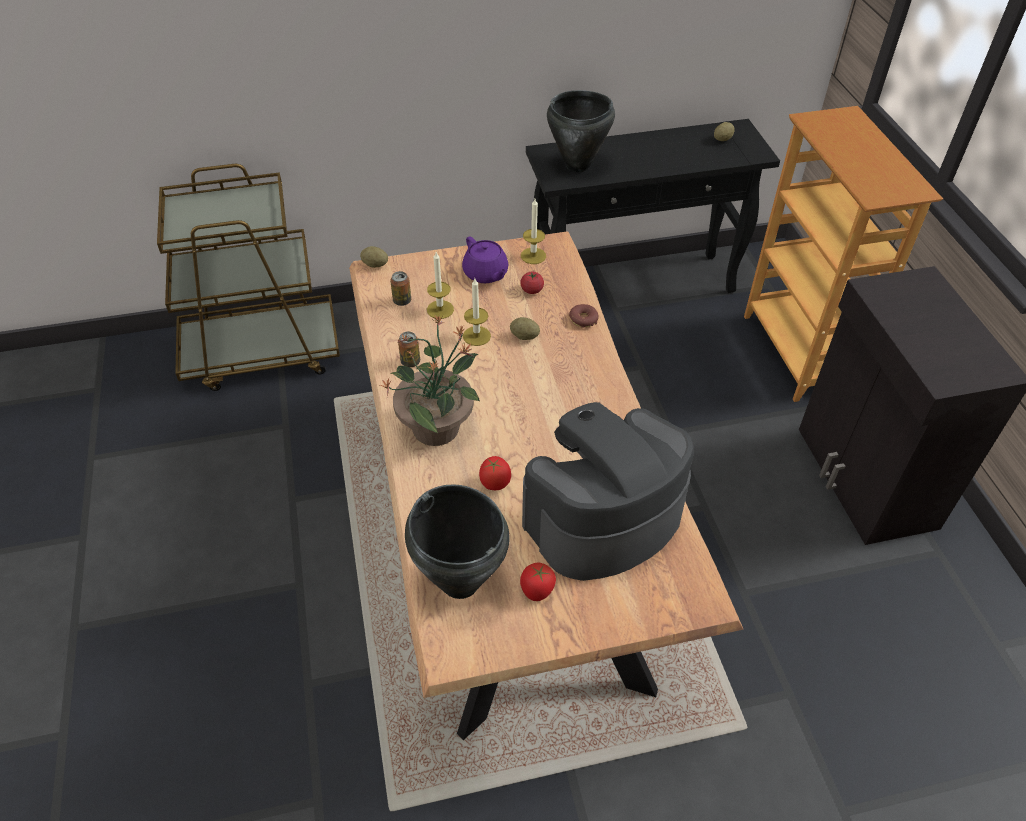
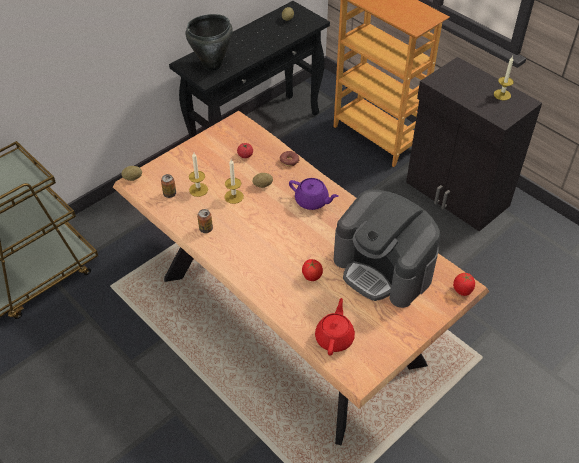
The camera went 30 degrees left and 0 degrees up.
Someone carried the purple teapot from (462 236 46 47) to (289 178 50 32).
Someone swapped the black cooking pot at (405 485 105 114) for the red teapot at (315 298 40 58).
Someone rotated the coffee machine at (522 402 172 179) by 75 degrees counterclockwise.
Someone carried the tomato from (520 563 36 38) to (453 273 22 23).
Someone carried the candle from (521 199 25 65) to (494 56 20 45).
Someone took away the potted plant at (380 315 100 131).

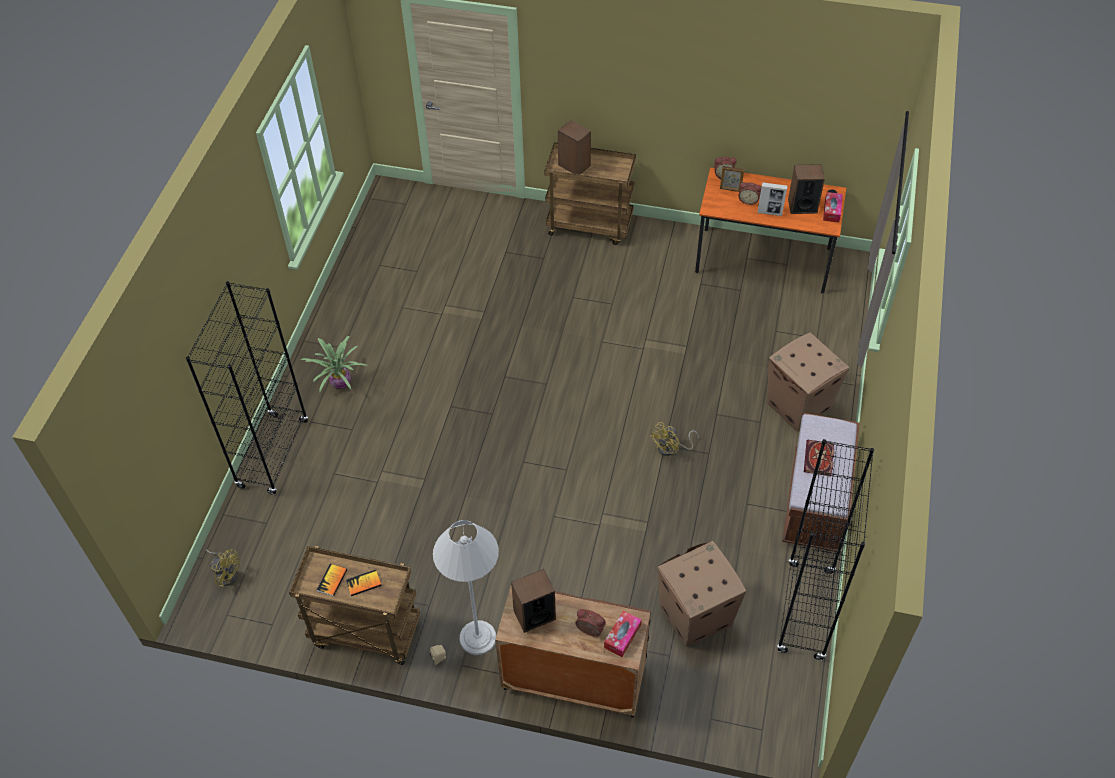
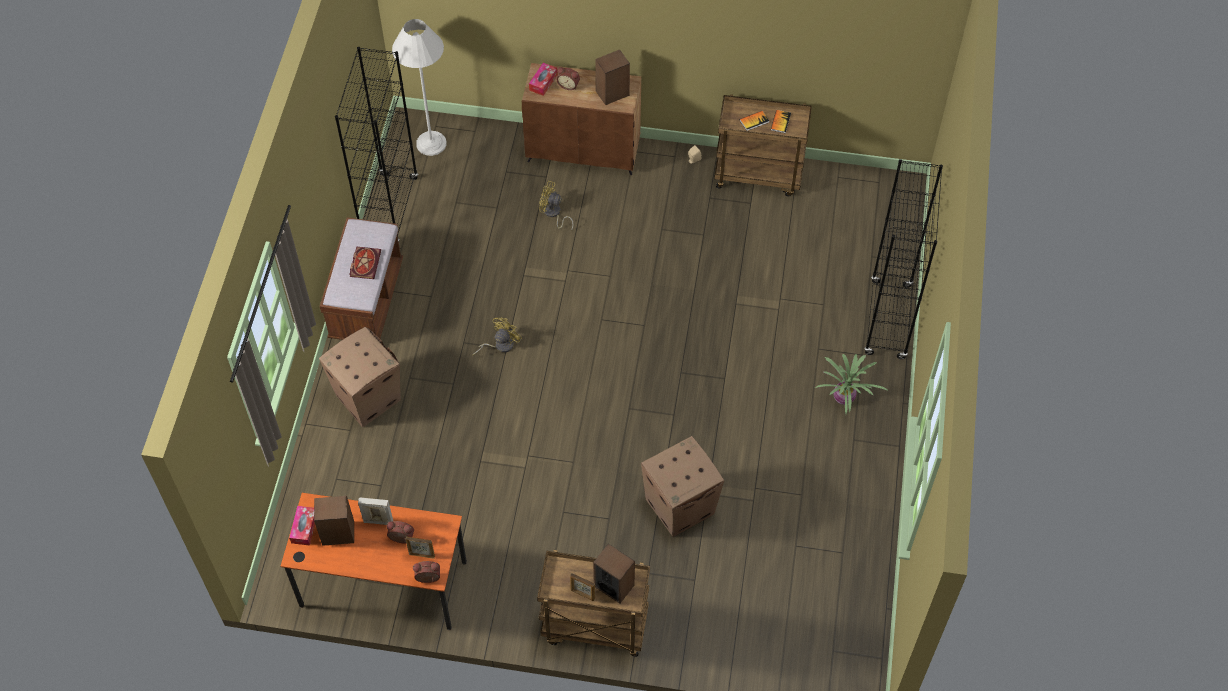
The camera went 175 degrees right and 5 degrees up.
Someone carried the white floor lamp from (433 520 66 135) to (392 19 55 137).
Someone carried the yellow fan from (206 549 34 38) to (539 181 35 50).
Someone put down the picture frame at (570 573 25 28).
Someone carried the cardboard box from (657 541 89 106) to (641 436 83 101).

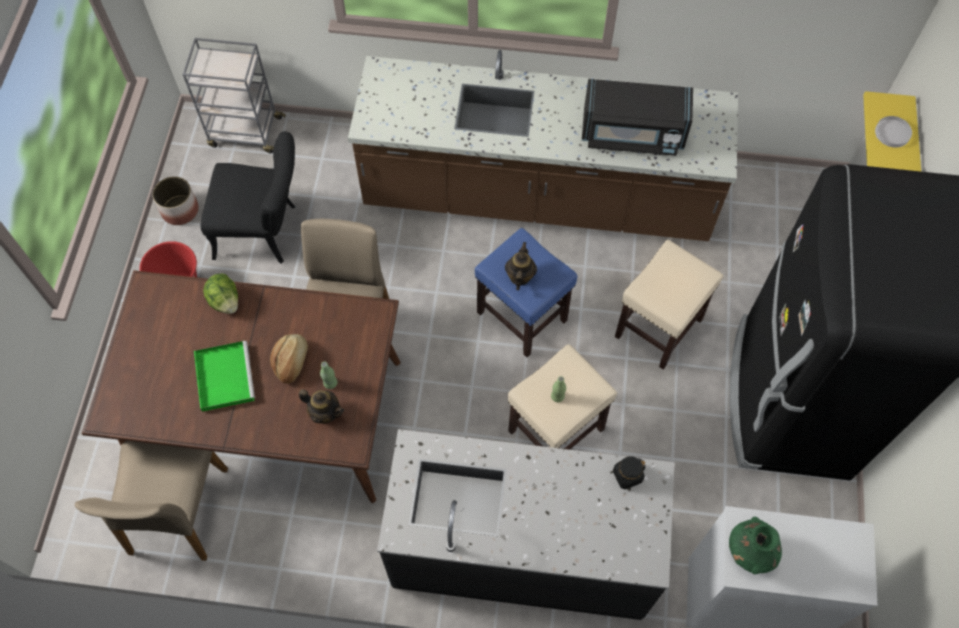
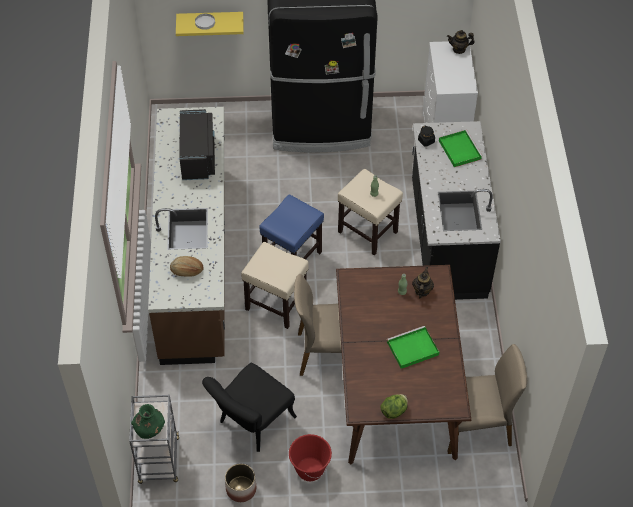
The camera went 100 degrees left and 10 degrees down.
Someone carried the green vase from (729 517 53 57) to (131 404 34 35).
Someone carried the bread from (270 334 38 50) to (170 256 34 21).
Someone rotated the black chair at (201 131 94 133) by 135 degrees counterclockwise.
Someone carried the beige stool from (615 240 108 130) to (241 242 68 87).
Someone carried the lettuce from (203 273 35 41) to (381 394 27 25).
Someone put down the green tray at (439 130 44 37).
Someone carried the teapot from (505 242 32 48) to (447 30 28 24).

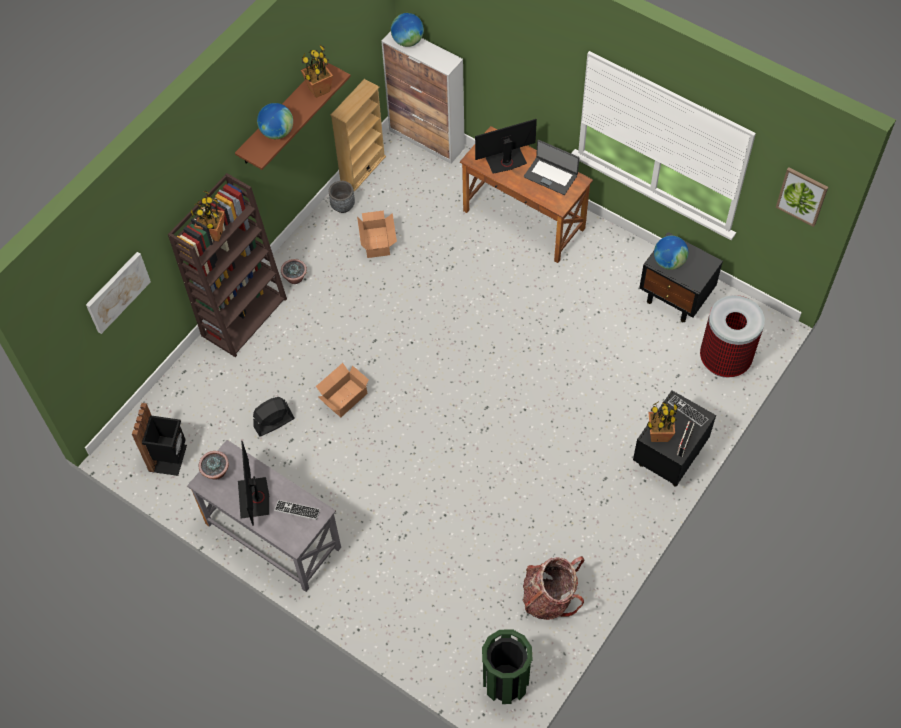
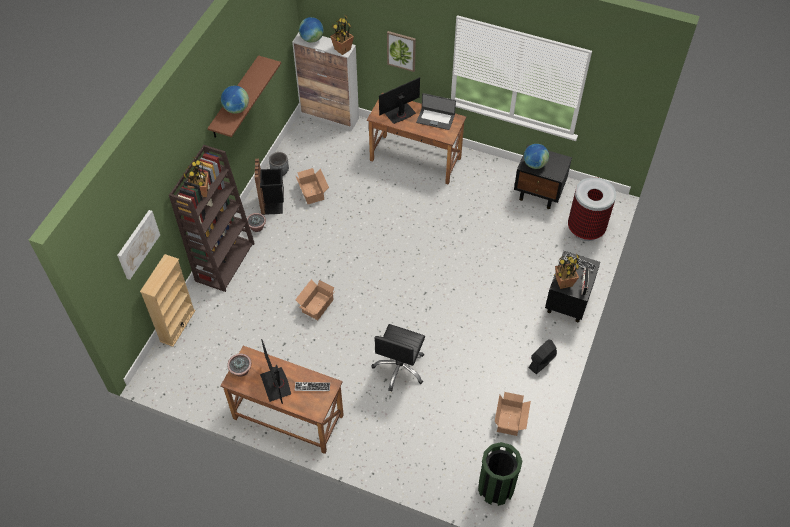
The camera went 15 degrees left and 5 degrees down.
Someone carried the beige bookcase from (330 79 56 113) to (140 254 56 93).
Someone repainted the grey desk at (187 440 154 152), which became the brown desk at (220 346 124 108).
Someone carried the black trash can from (132 403 55 73) to (255 159 29 56).
Someone carried the potted plant from (301 45 32 53) to (330 15 24 40).
Someone put down the black office chair at (372 324 53 68).
Someone carried the picture from (776 167 52 60) to (387 31 29 41).
Someone swapped the backpack at (523 556 61 64) for the cardboard box at (495 392 36 44).
Someone carried the black fan from (253 397 41 40) to (528 339 29 35).

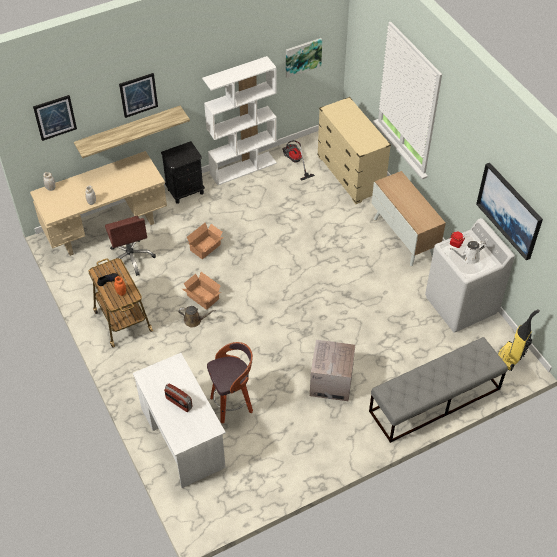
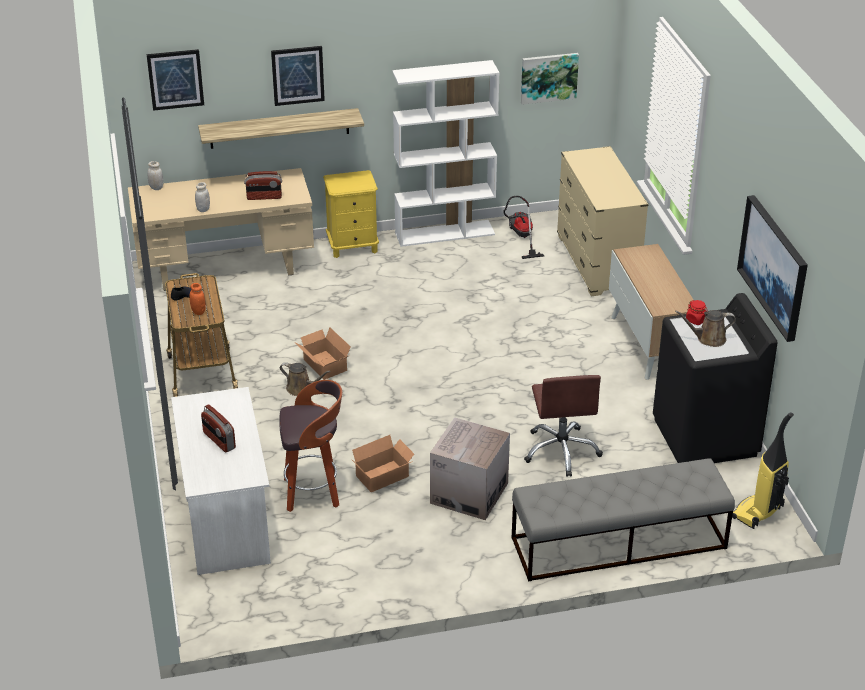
The camera went 15 degrees right and 15 degrees down.
Someone put down the radio at (244 171 38 29).
Someone repainted the black nightstand at (161 141 44 63), which became the yellow nightstand at (323 170 56 88).
Someone carried the cardboard box from (187 223 37 36) to (351 435 63 57).
Someone carried the brown office chair from (105 216 51 60) to (524 375 79 102).
Someone repainted the white washing machine at (425 218 90 115), which became the black washing machine at (653 293 125 170).
Someone repainted the white watering can at (450 241 36 23), which became the brown watering can at (675 310 61 37).

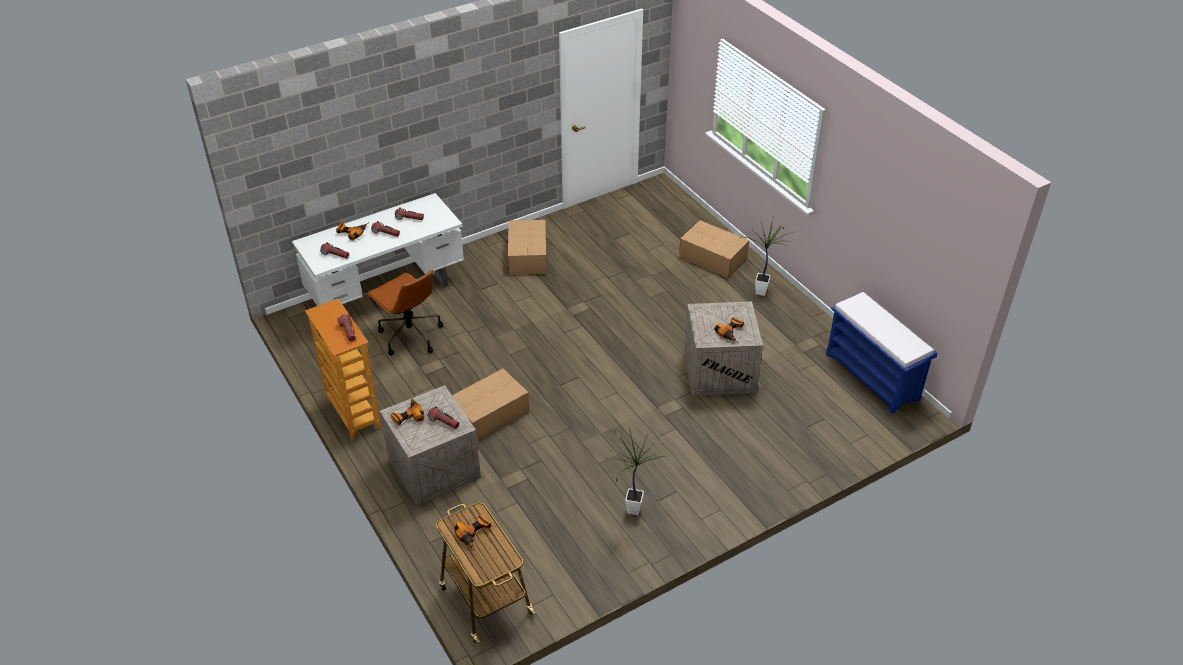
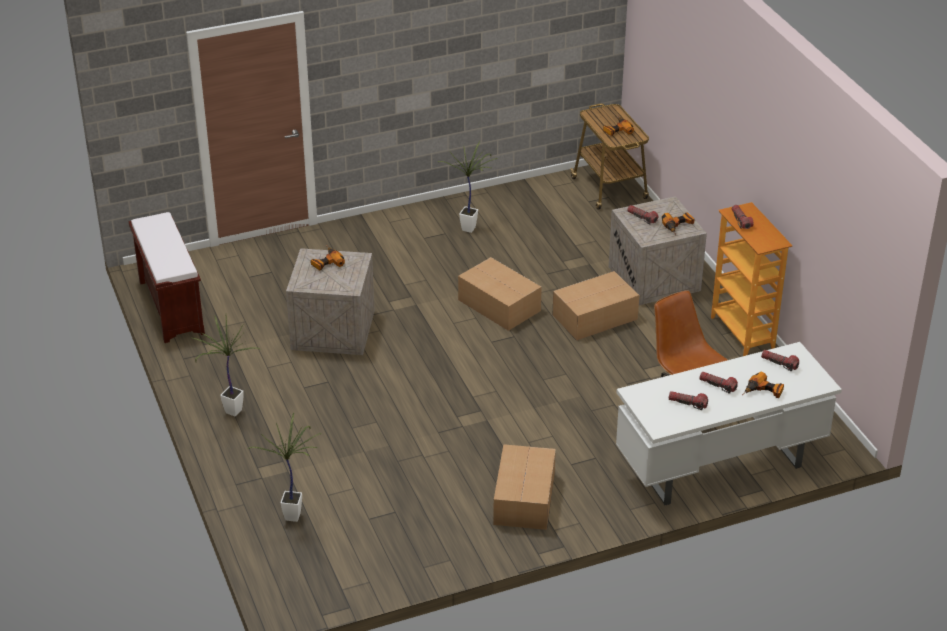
The camera went 170 degrees left and 5 degrees down.
Someone repainted the blue bench at (826 291 111 123), which became the brown bench at (129 212 76 131).
Someone put down the potted plant at (247 412 75 110).
Someone carried the cardboard box from (679 220 70 58) to (458 257 84 74).

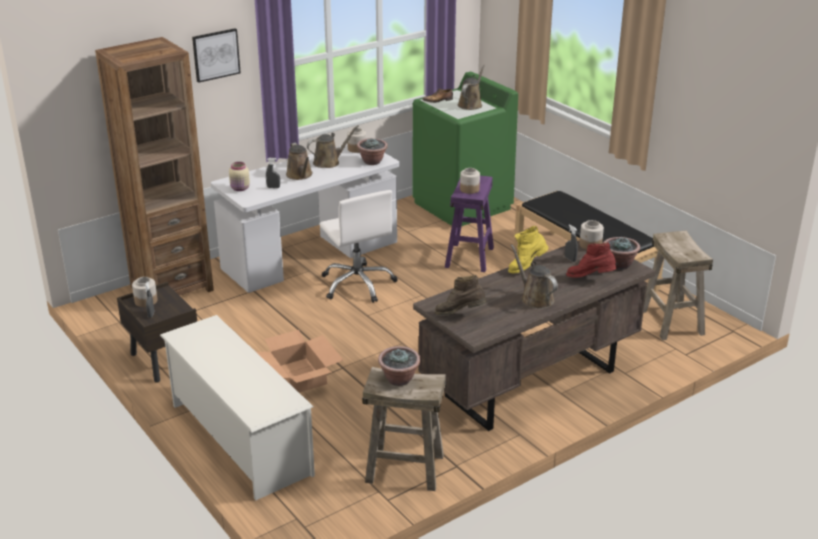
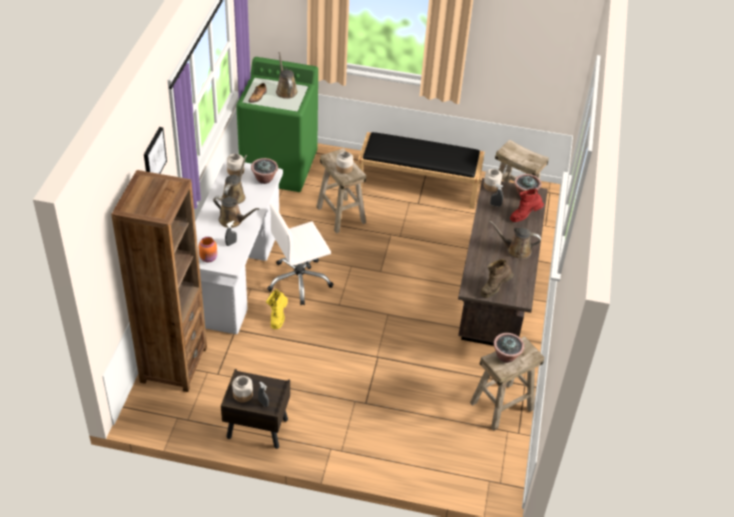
The camera went 45 degrees left and 15 degrees up.
Someone repainted the beige jar at (229 162 21 29), which became the orange jar at (198 237 19 25).
Someone carried the yellow boot from (508 226 41 48) to (266 289 22 40).
Someone rotated the white office chair at (320 190 78 113) by 135 degrees clockwise.
Someone repainted the purple stool at (445 176 49 96), which became the beige stool at (316 148 50 86).
Someone took away the white shoe rack at (160 315 155 185).
Someone took away the cardboard box at (256 330 87 63).

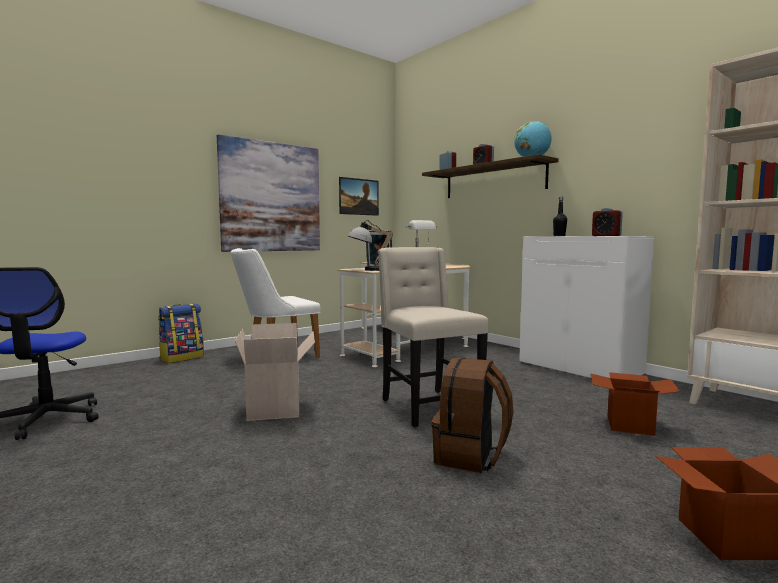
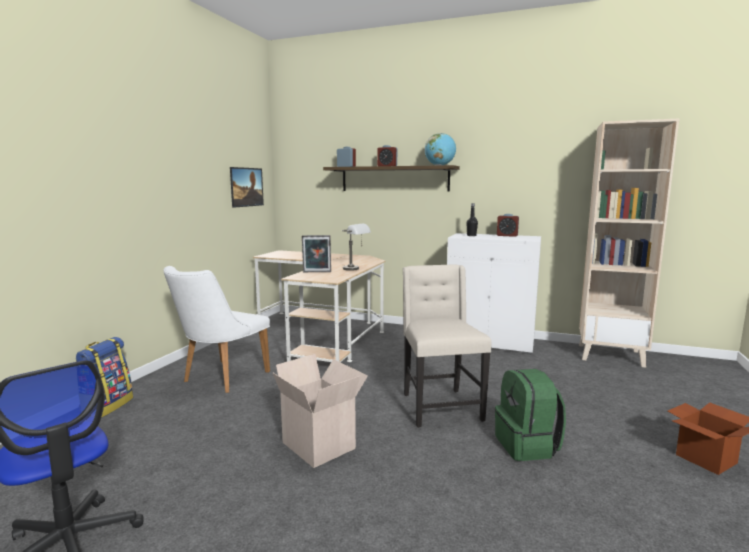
The camera went 30 degrees left and 5 degrees up.
Someone rotated the beige chair at (378 247 111 181) by 45 degrees clockwise.
Someone repainted the brown backpack at (432 357 81 116), which became the green backpack at (495 369 71 92).
Someone took away the picture at (217 134 103 118).
Someone took away the table lamp at (348 220 45 51).
Someone took away the cardboard box at (591 372 89 64).

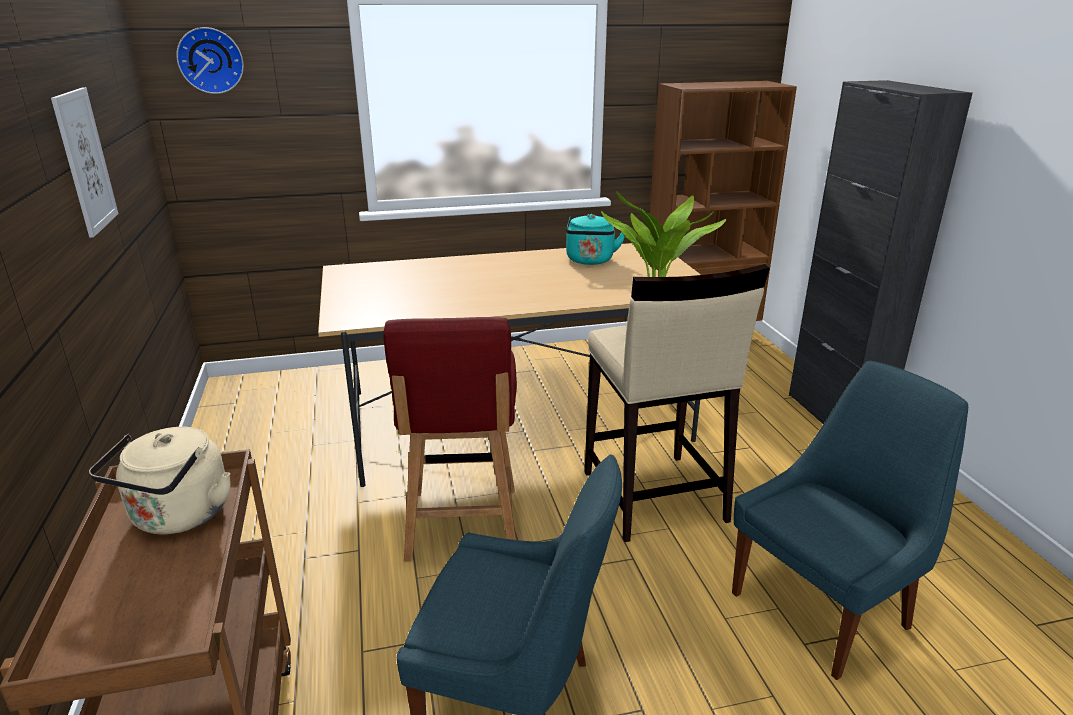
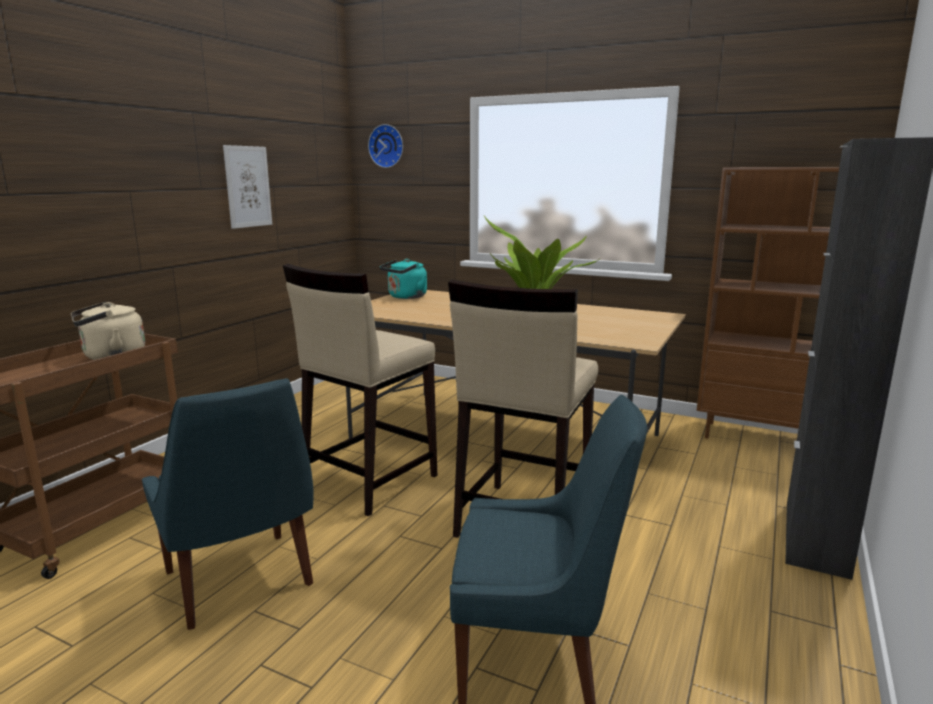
The camera went 40 degrees right and 10 degrees down.
Someone swapped the red chair at (383 317 134 245) for the beige stool at (283 264 154 252).
Someone carried the turquoise kettle from (566 214 59 51) to (380 259 47 40).

